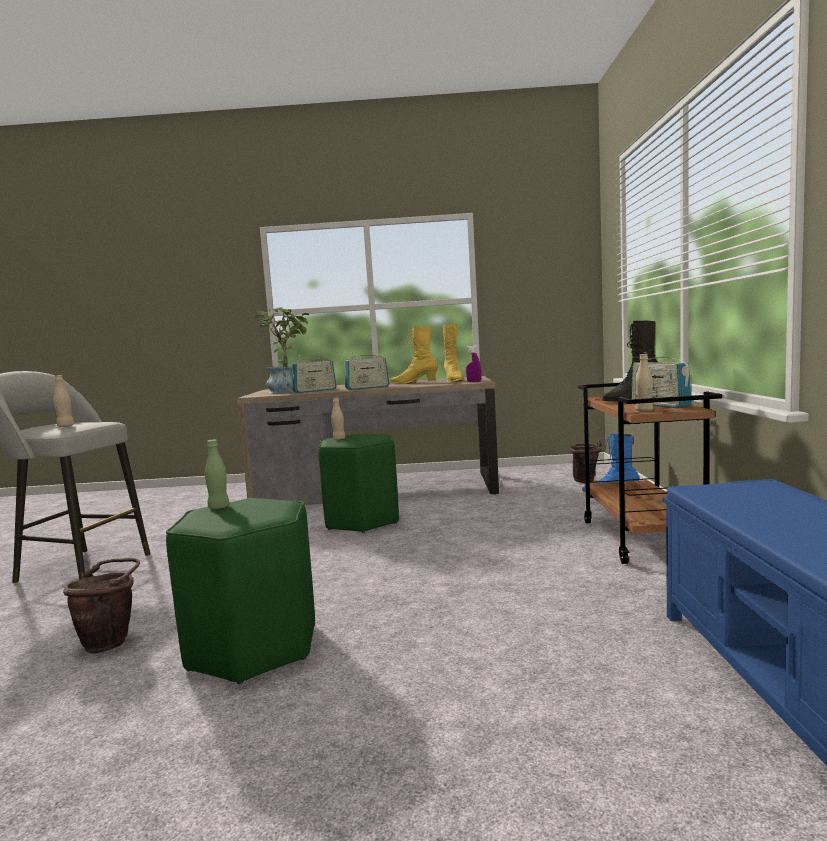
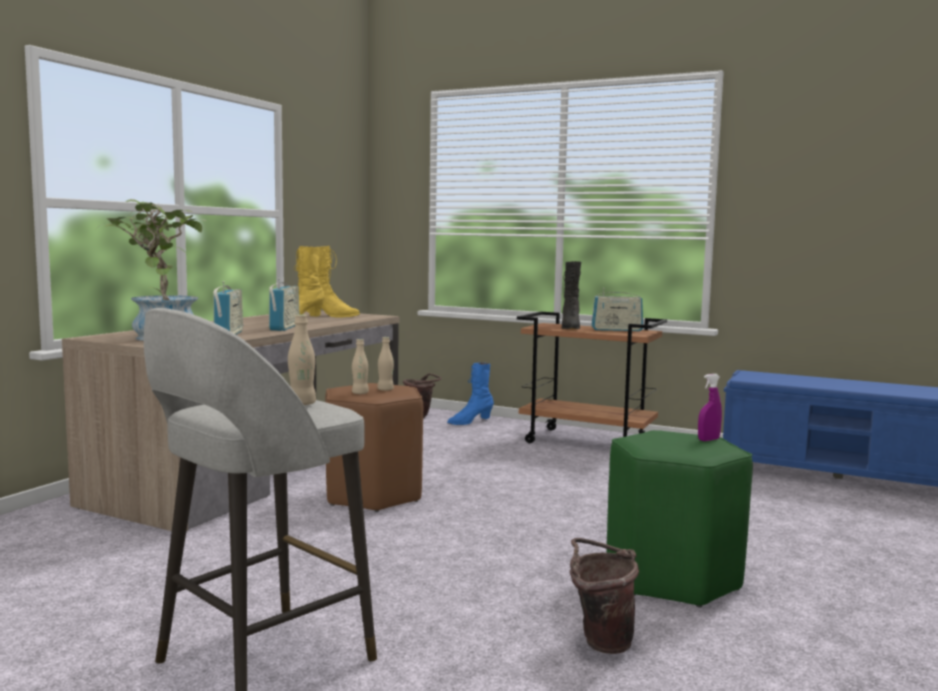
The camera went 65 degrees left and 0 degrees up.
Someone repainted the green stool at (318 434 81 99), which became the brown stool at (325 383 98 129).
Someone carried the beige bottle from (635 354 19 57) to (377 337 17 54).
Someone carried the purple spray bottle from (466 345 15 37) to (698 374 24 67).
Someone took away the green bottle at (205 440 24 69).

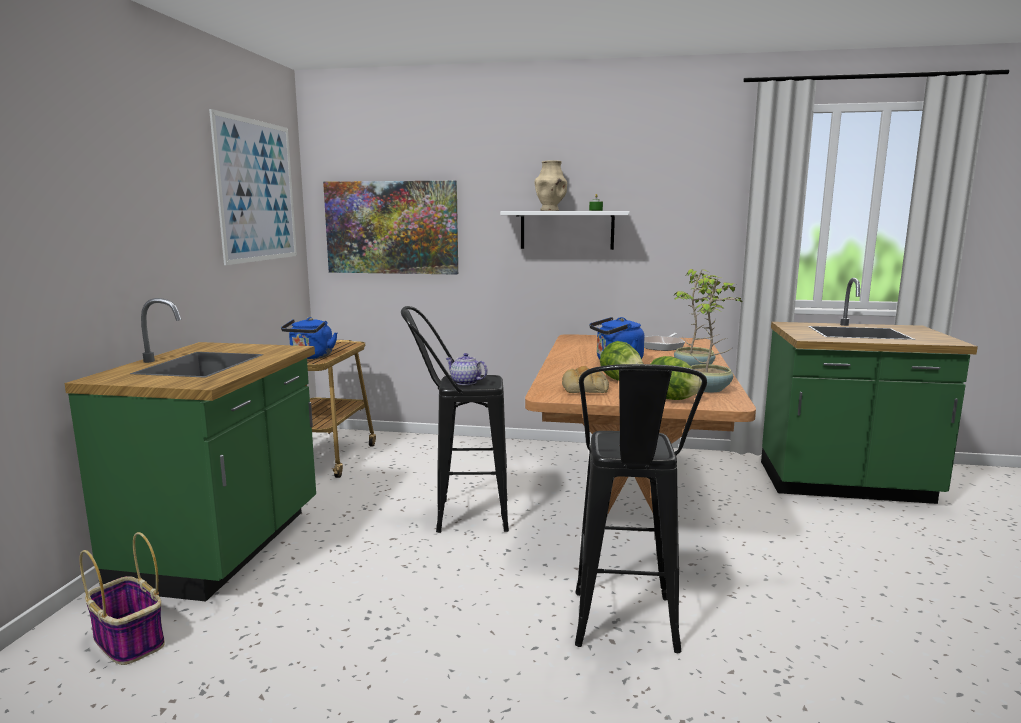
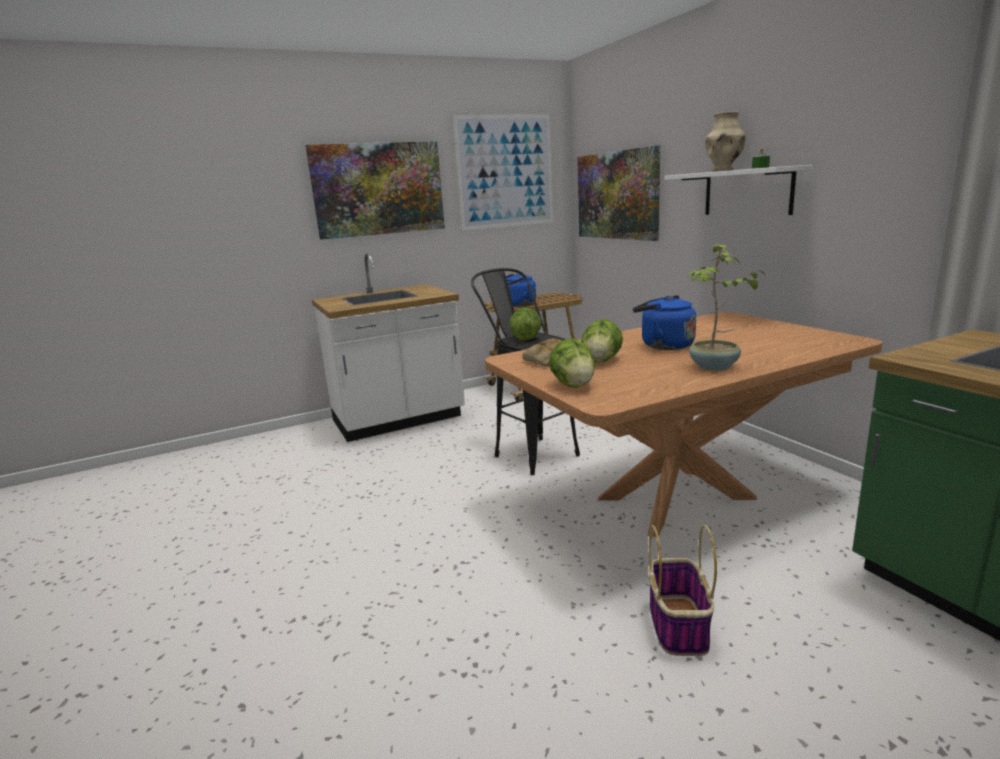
The camera went 55 degrees right and 5 degrees up.
Someone put up the picture at (305 141 140 98).
Someone repainted the green counter at (64 298 252 303), which became the white counter at (312 253 153 189).
Someone swapped the teapot at (446 353 42 32) for the lettuce at (509 307 32 34).
Someone carried the basket from (79 532 86 133) to (649 525 68 131).
Someone took away the black stool at (575 364 132 289).
Someone took away the frying pan at (644 333 41 18).
Someone took away the potted plant at (691 277 51 115).

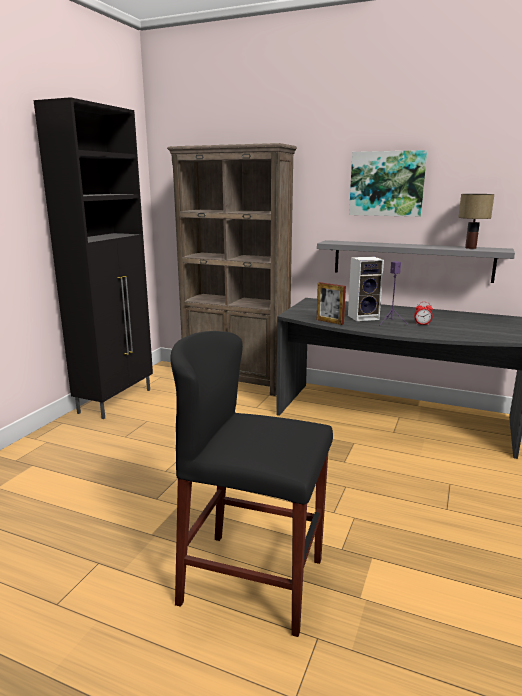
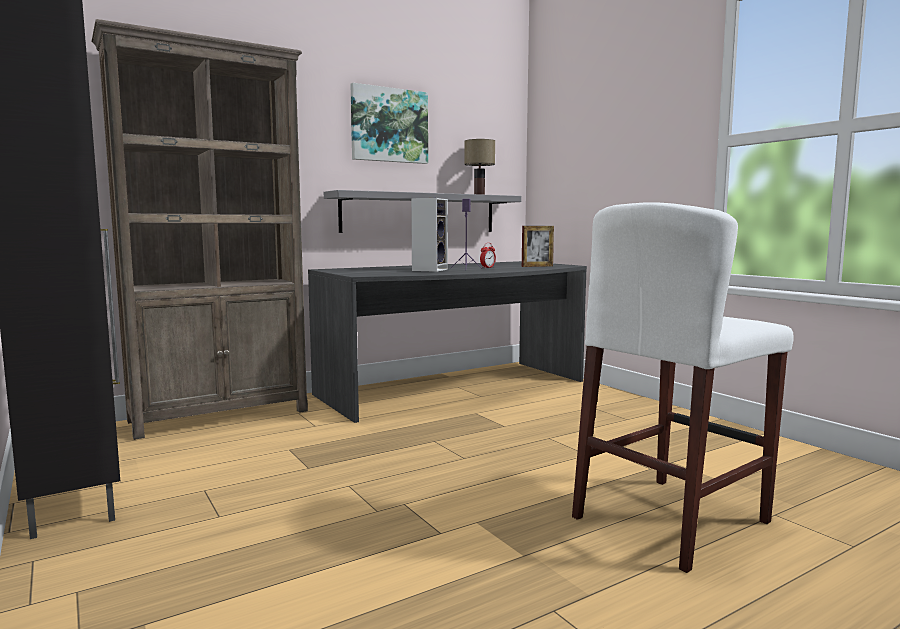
The camera went 55 degrees left and 10 degrees down.
Someone carried the picture frame from (317 282 29 43) to (522 226 32 41).
Someone repainted the black stool at (171 331 162 306), which became the white stool at (572 202 222 371).

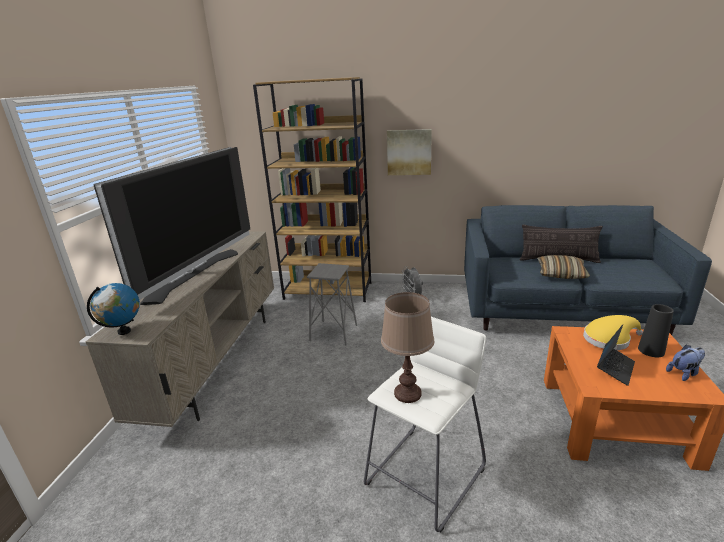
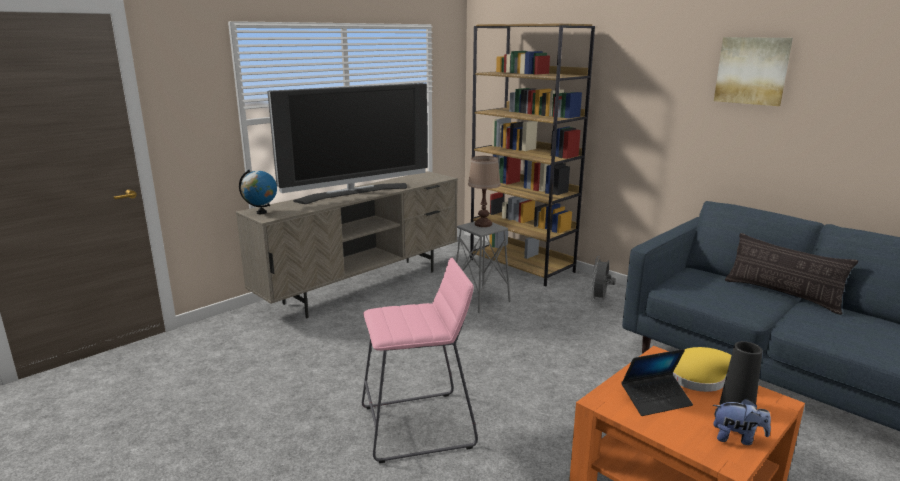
The camera went 35 degrees right and 5 degrees down.
Someone repainted the white stool at (364 317 122 216), which became the pink stool at (362 258 116 205).
Someone carried the brown table lamp from (381 292 53 111) to (468 156 33 71).
Someone carried the picture from (387 129 45 46) to (714 37 79 69).
Someone took away the pillow at (537 255 53 24).

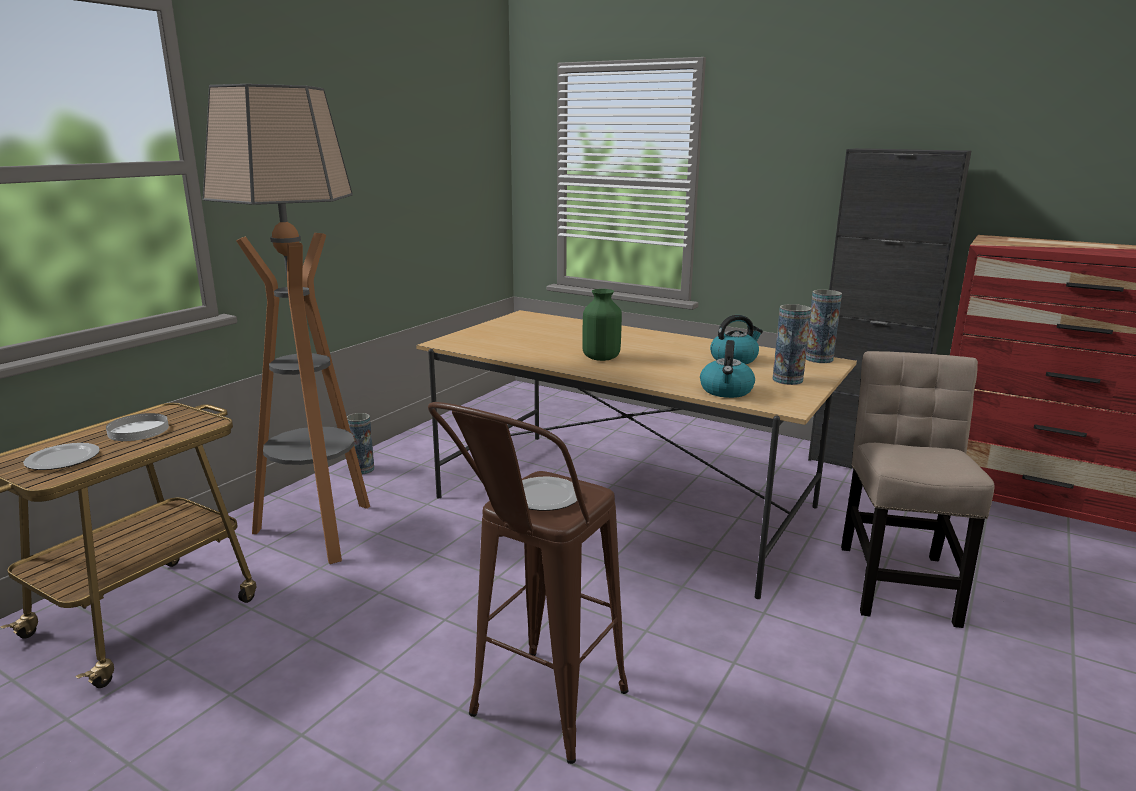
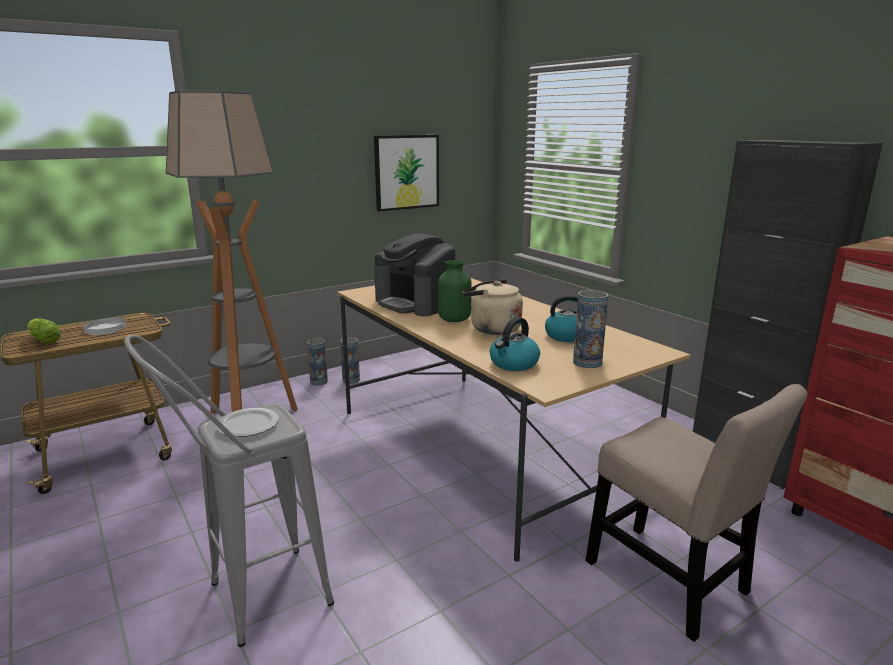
The camera went 25 degrees right and 0 degrees up.
Someone swapped the plate at (23 443 77 27) for the lettuce at (27 318 34 25).
Someone repainted the brown stool at (428 402 200 362), which became the grey stool at (124 335 210 312).
Someone carried the vase from (806 290 36 73) to (340 337 20 47).
Someone put up the picture at (374 135 65 76).
Someone put down the coffee machine at (374 233 81 83).
Someone put down the beige kettle at (462 279 61 56).
Someone rotated the beige chair at (841 351 154 277) by 105 degrees clockwise.

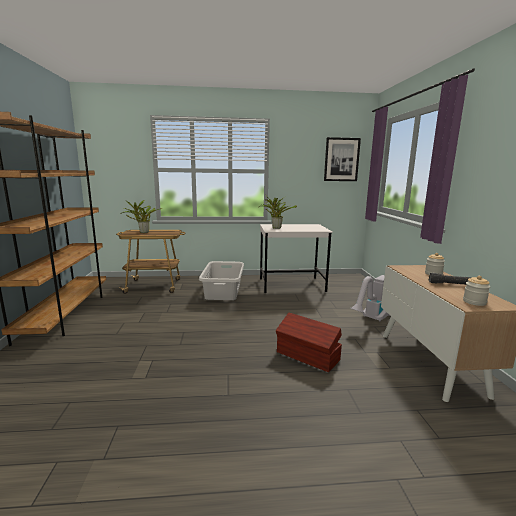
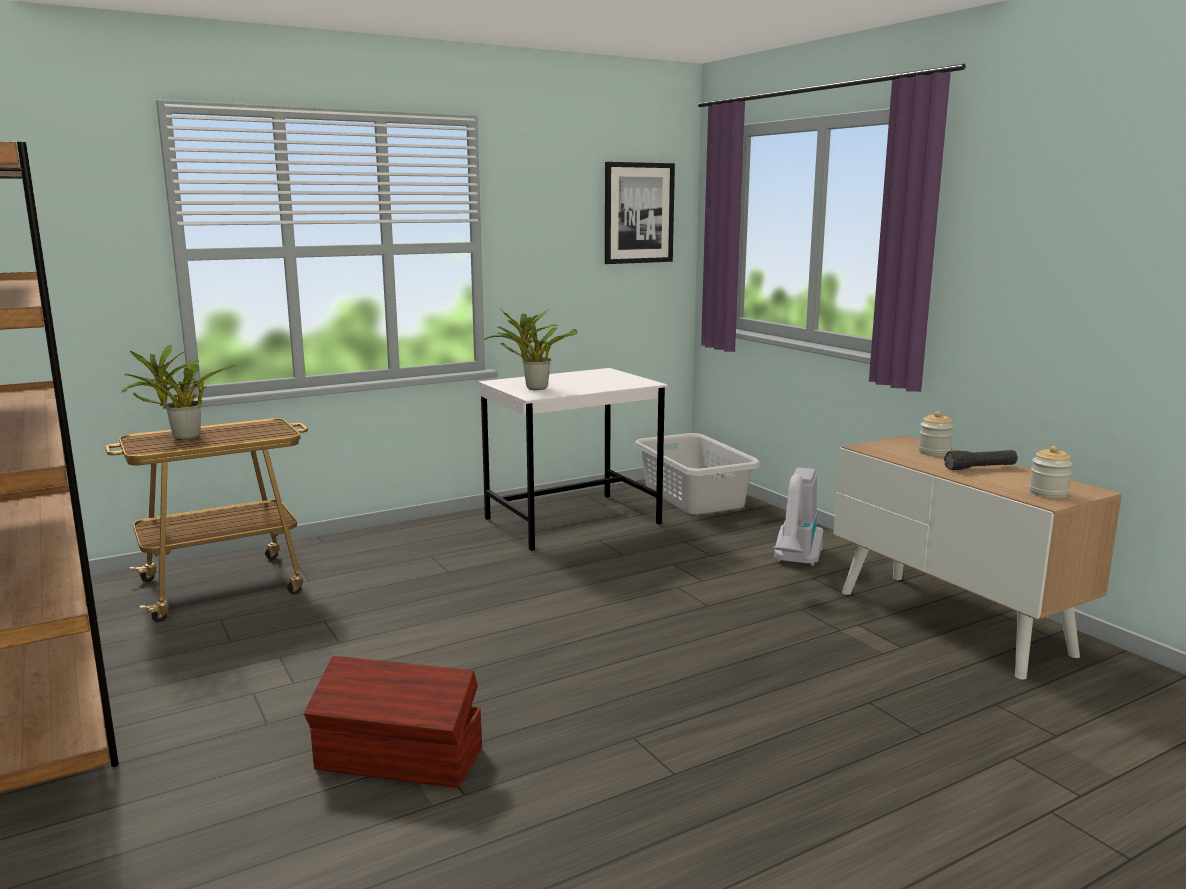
The camera went 25 degrees left and 0 degrees up.
Someone carried the brown storage box from (276 313 66 59) to (304 656 178 132).
Someone carried the grey laundry basket from (199 261 45 39) to (634 433 127 81).

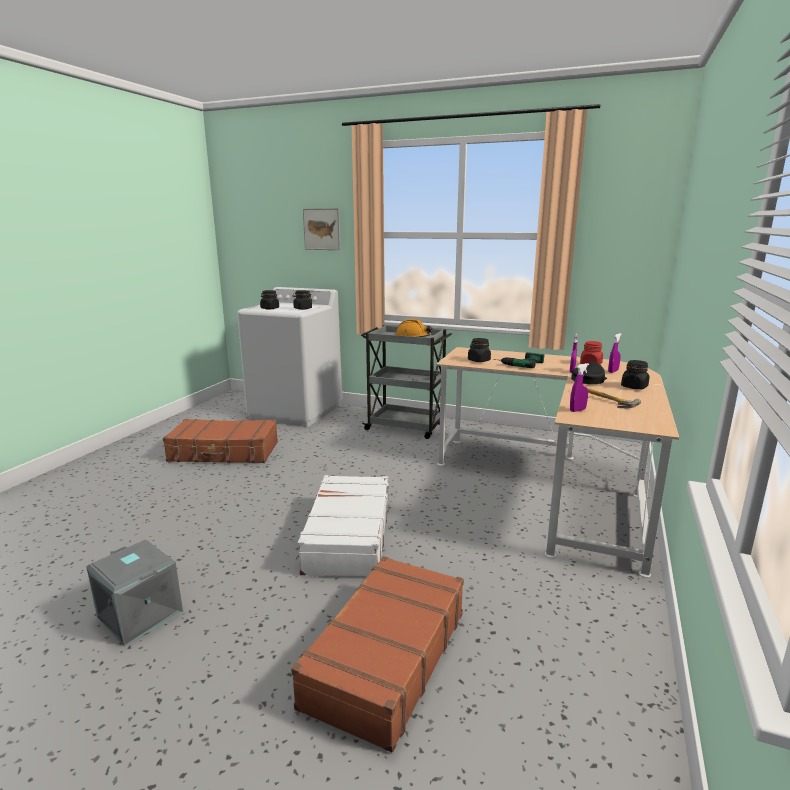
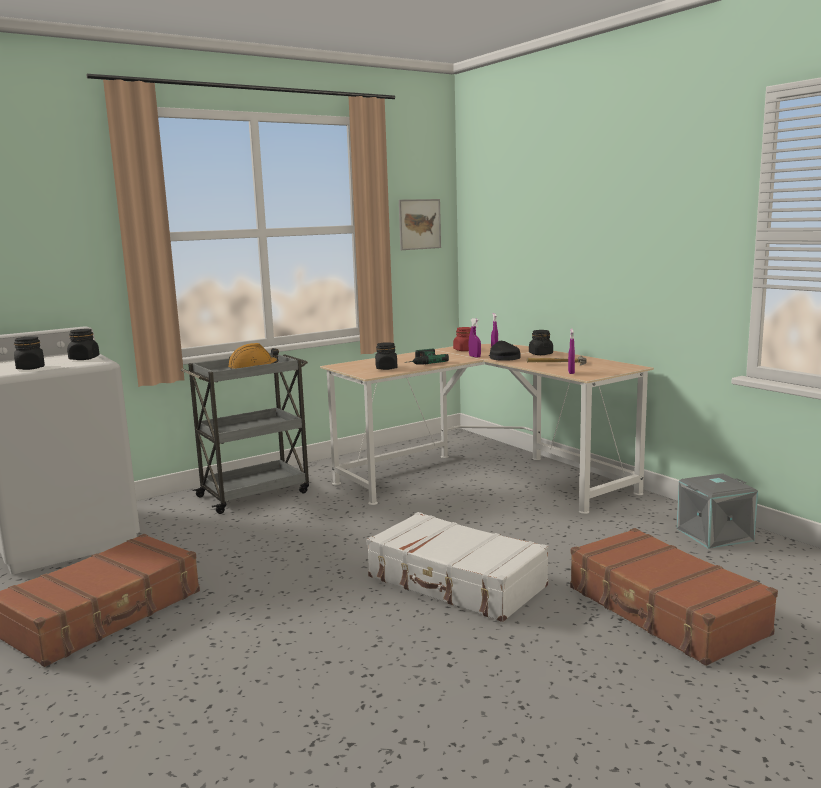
The camera went 55 degrees left and 5 degrees down.
Someone carried the picture from (303 208 38 42) to (399 199 42 51).
Someone carried the grey storage box from (86 540 97 106) to (676 473 82 76).

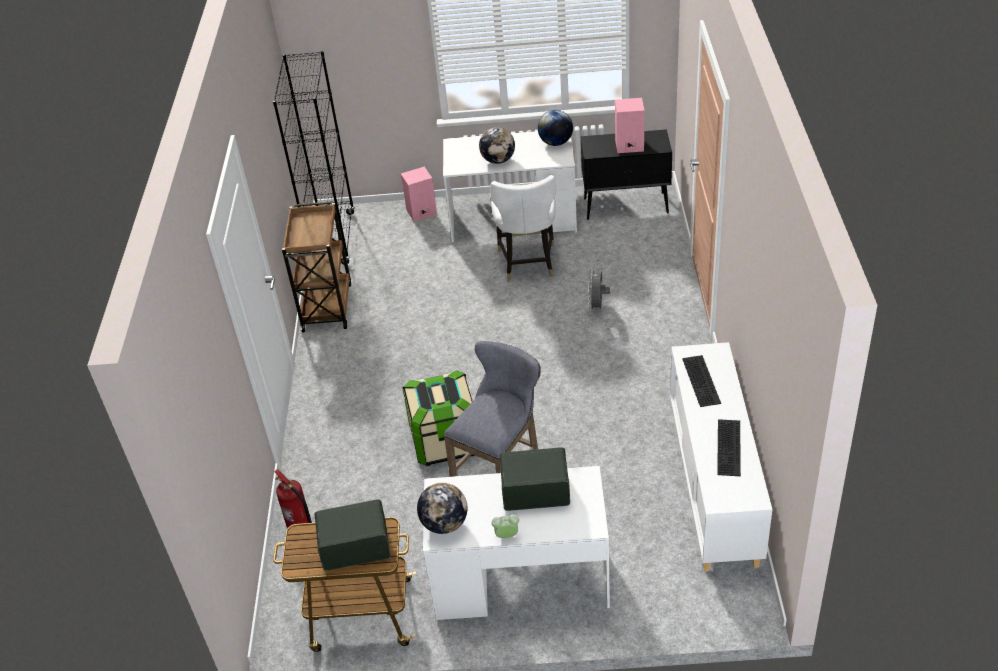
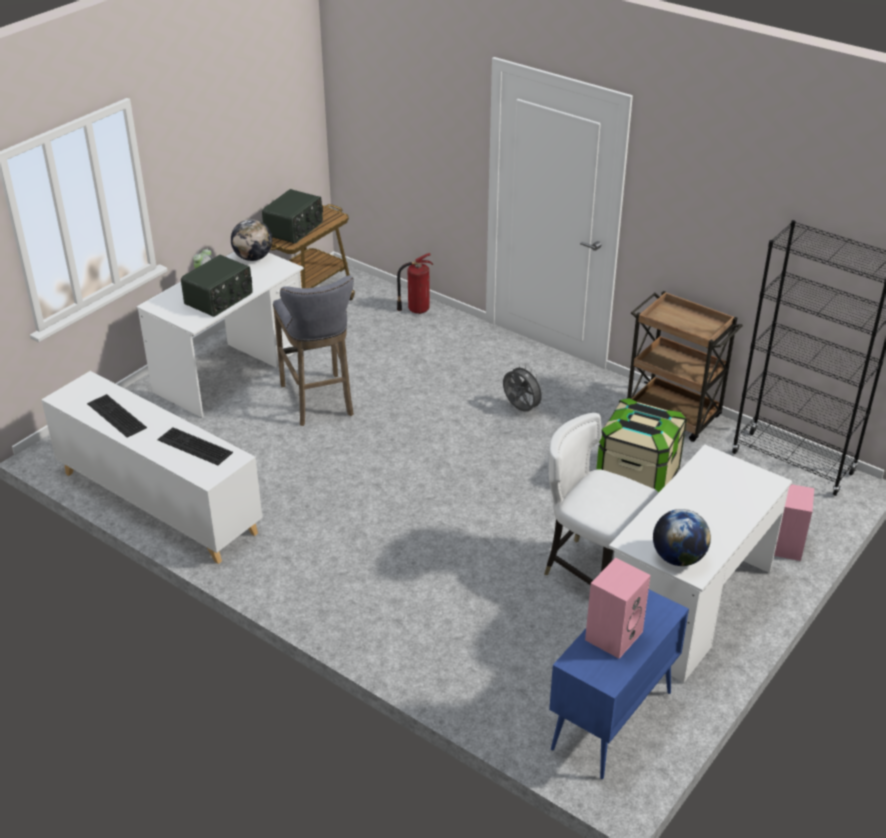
The camera went 125 degrees right and 5 degrees down.
Someone carried the grey fan from (588 269 22 43) to (503 364 42 48).
Someone repainted the black cabinet at (581 129 91 91), which became the blue cabinet at (549 589 140 190).
Someone carried the storage box from (402 370 73 96) to (596 398 91 95).
Someone took away the globe at (479 127 36 37).

